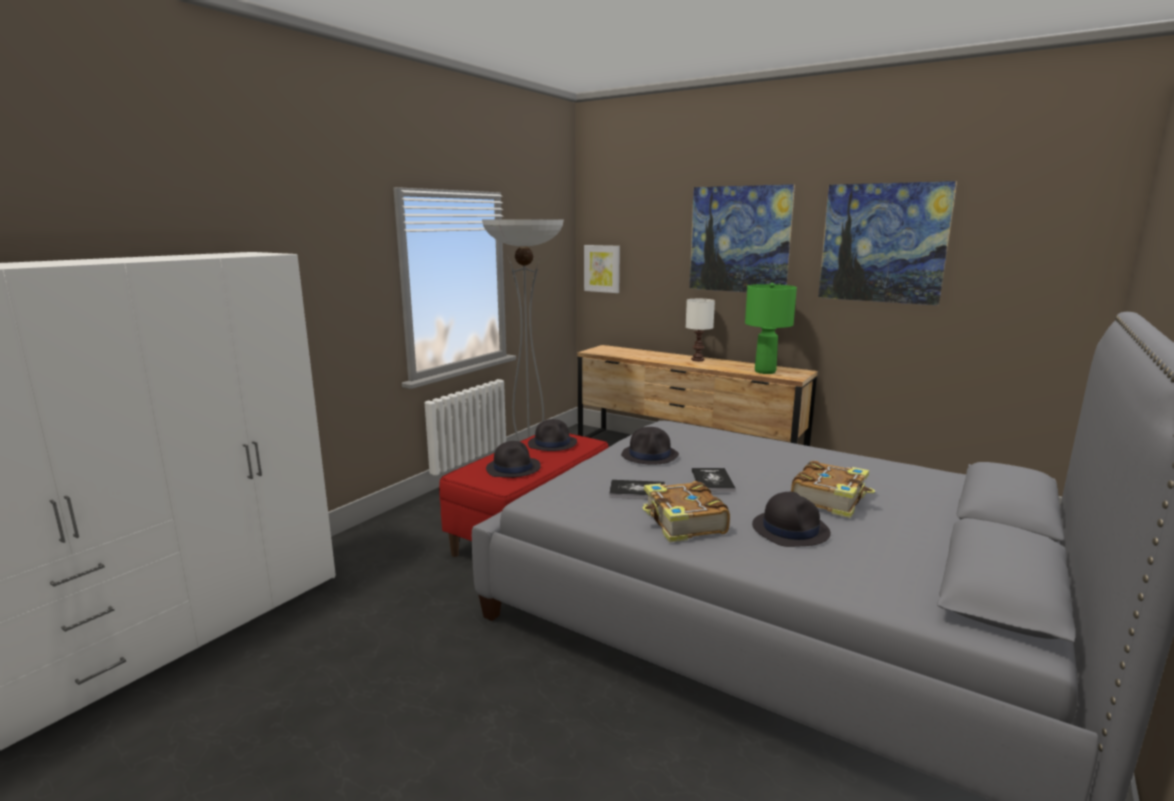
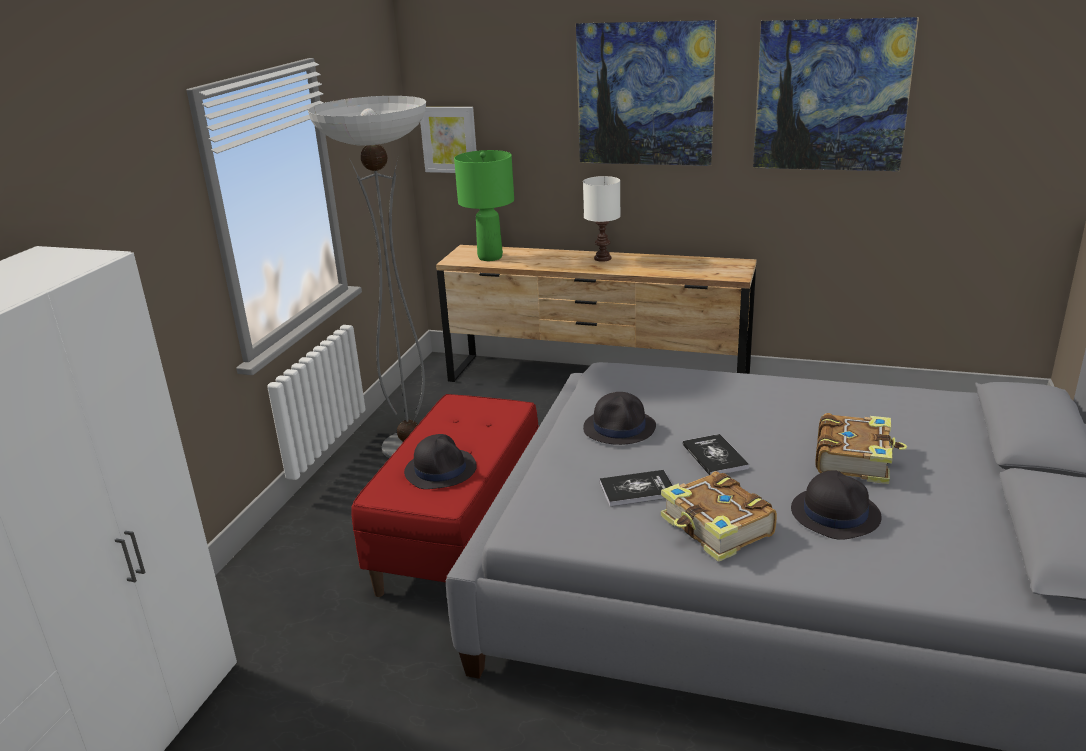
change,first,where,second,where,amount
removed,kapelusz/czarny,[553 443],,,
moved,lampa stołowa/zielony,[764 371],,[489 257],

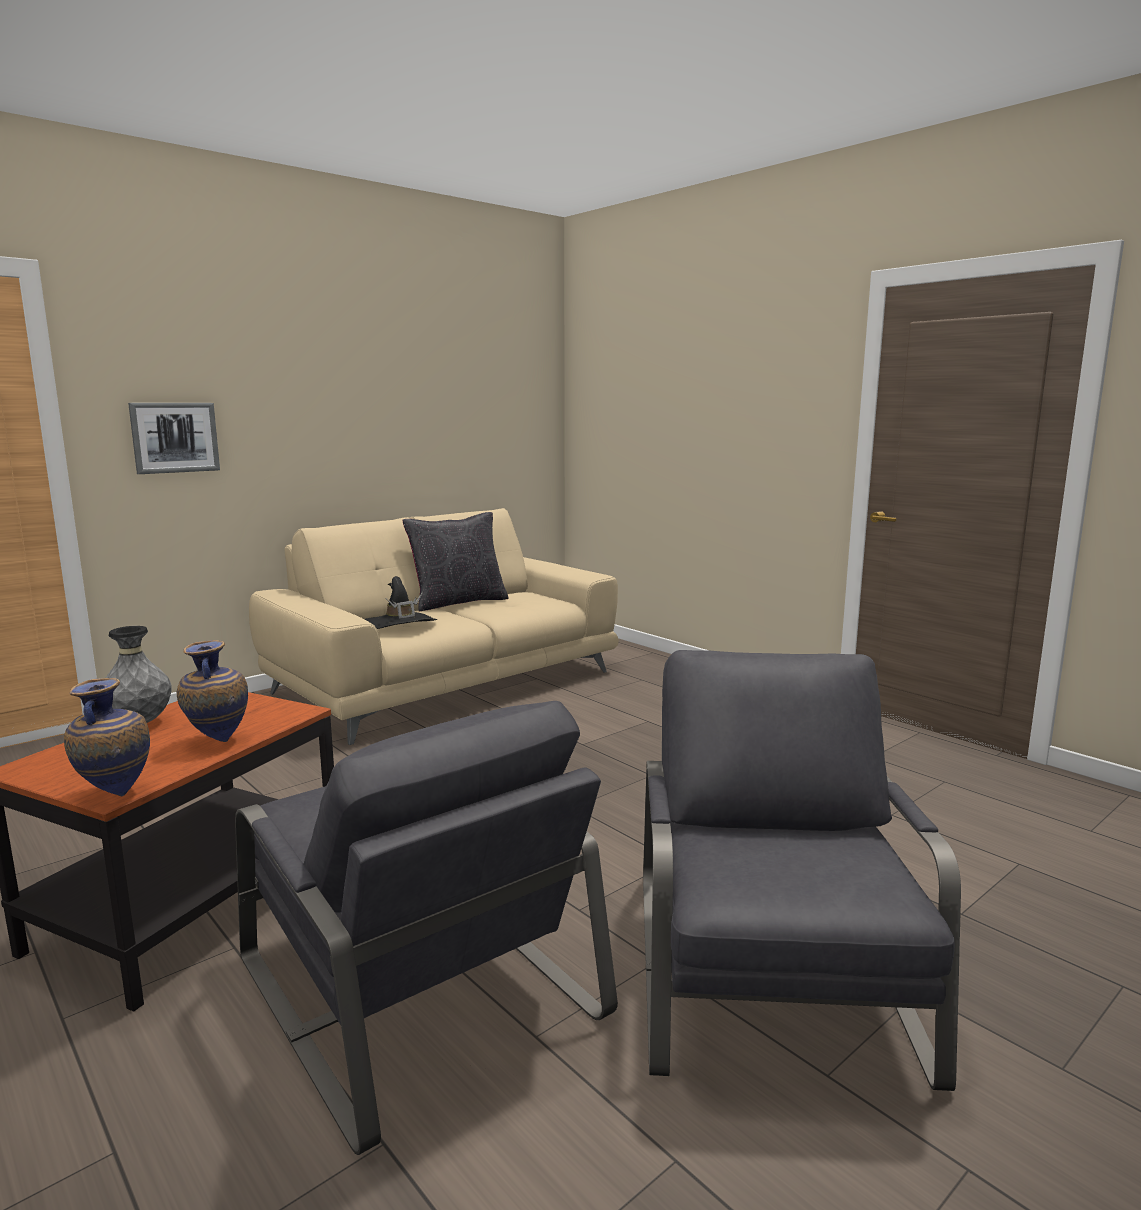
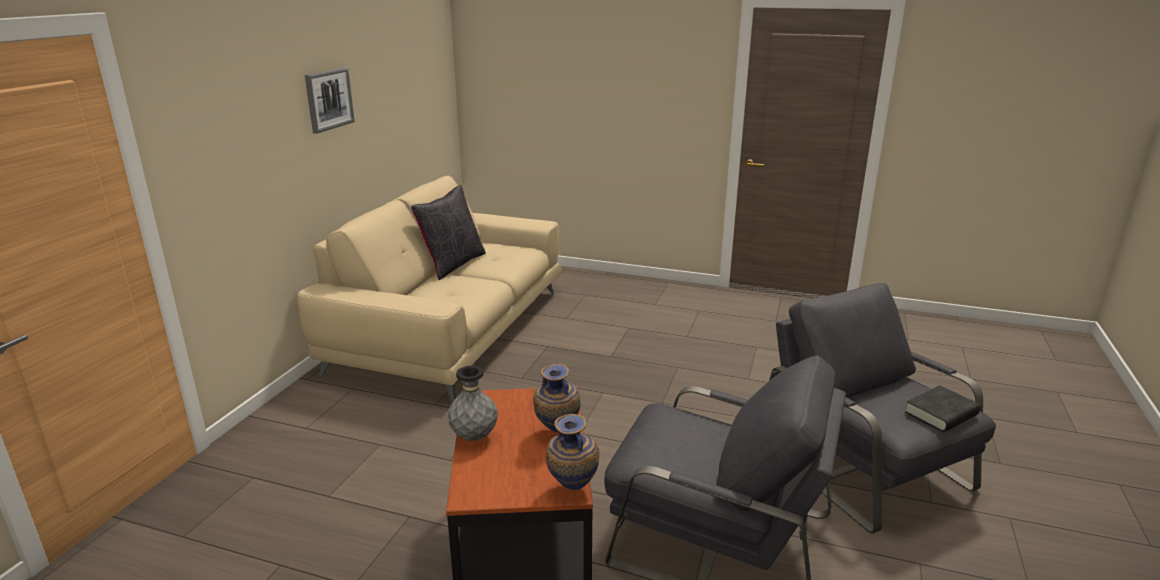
change,first,where,second,where,amount
moved,obraz,[175 437],,[329 99],
removed,kapelusz/czarny,[399 625],,,
added,,,książka/czarny,[941 414],

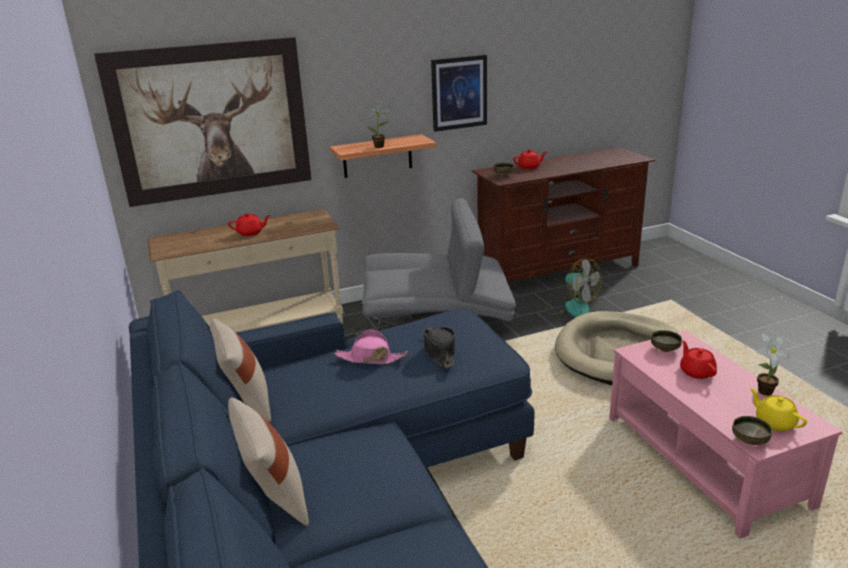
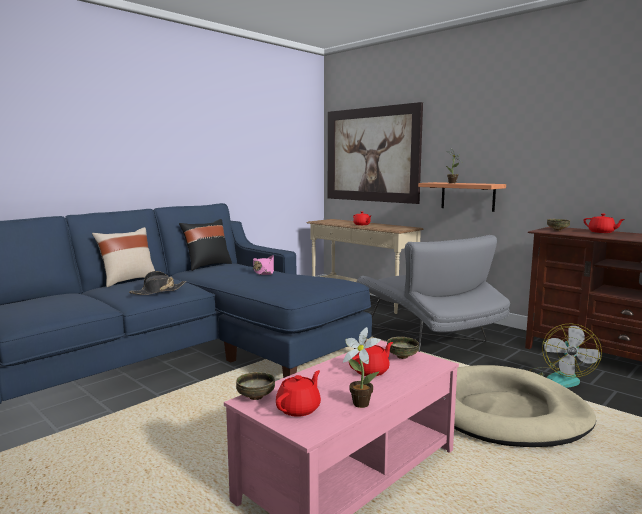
change,first,where,second,where,amount
recoloured,poduszka/beżowy,[245 403],poduszka/czarny,[207 266],
moved,kapelusz/czarny,[439 351],,[158 291],
removed,obraz,[459 93],,,
recoloured,imbryk/żółty,[774 422],imbryk/czerwony,[299 408],

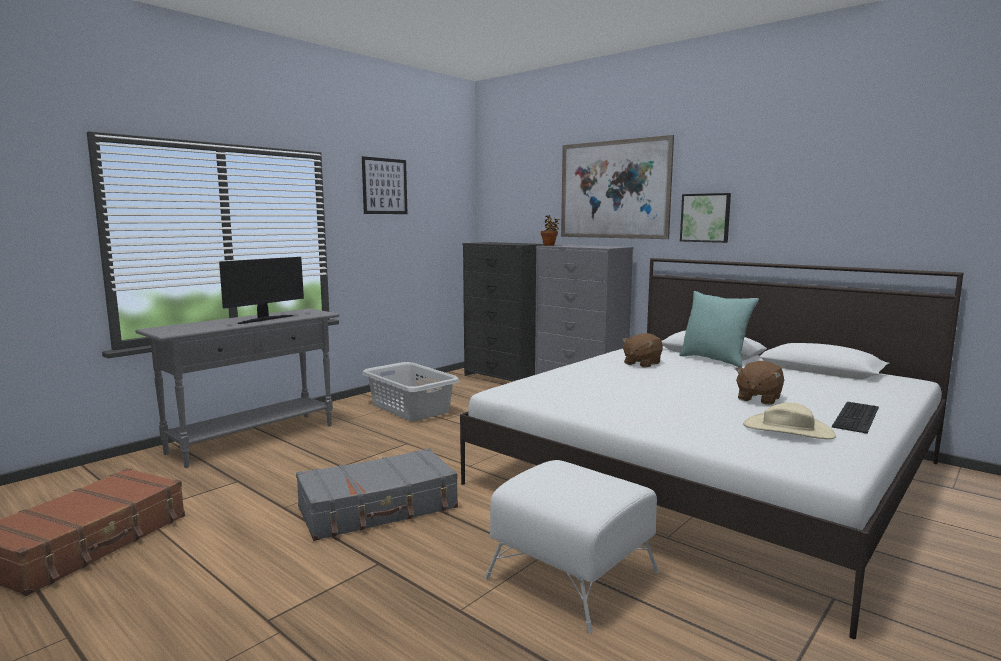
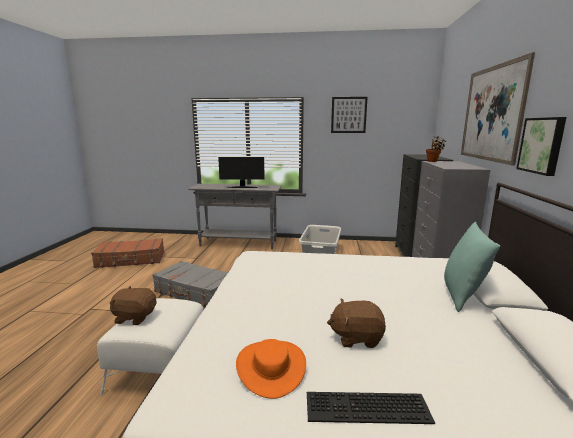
change,first,where,second,where,amount
moved,pluszak/brązowy,[641 363],,[135 317],
recoloured,kapelusz/beżowy,[788 430],kapelusz/pomarańczowy,[271 367],

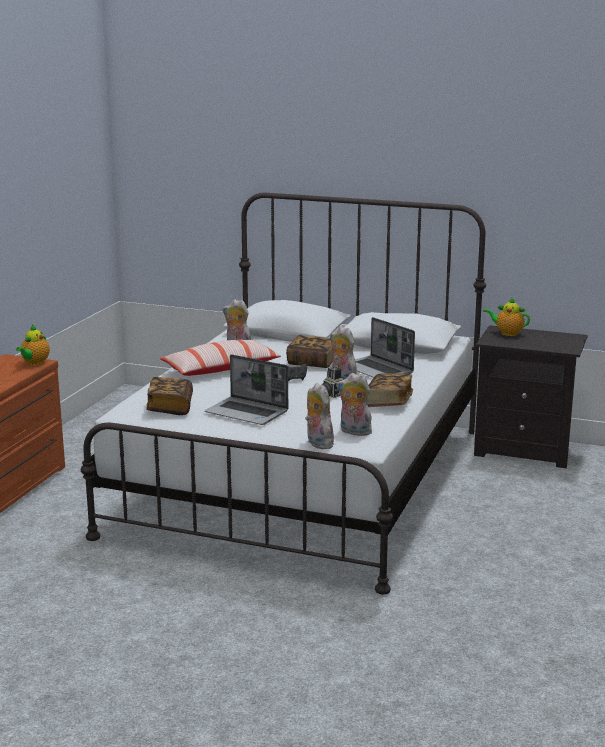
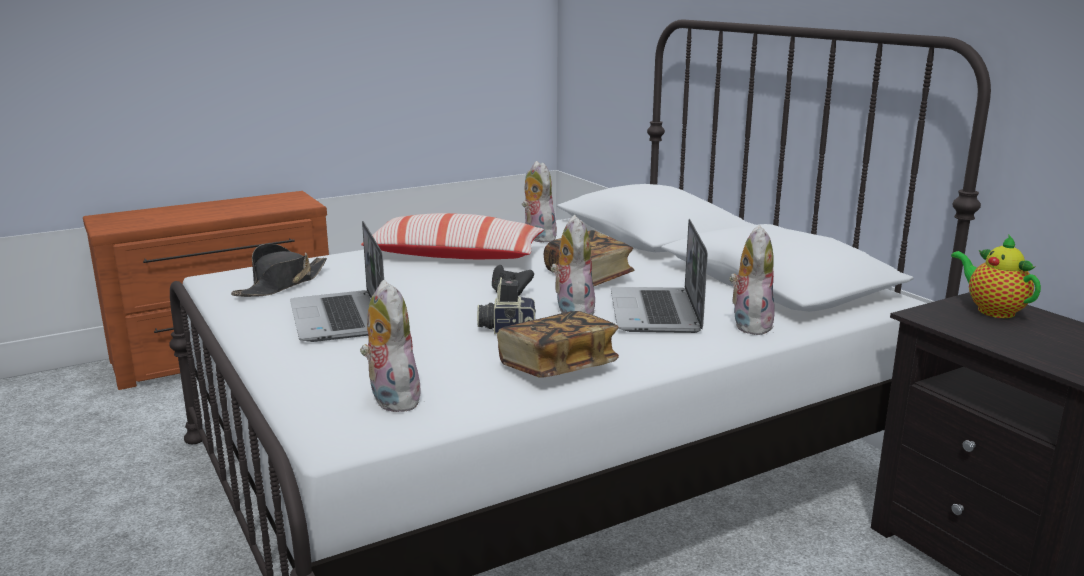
change,first,where,second,where,amount
removed,imbryk,[34 363],,,
replaced,książka,[170 407],kapelusz/czarny,[282 284],
moved,pluszak,[317 443],,[749 324],

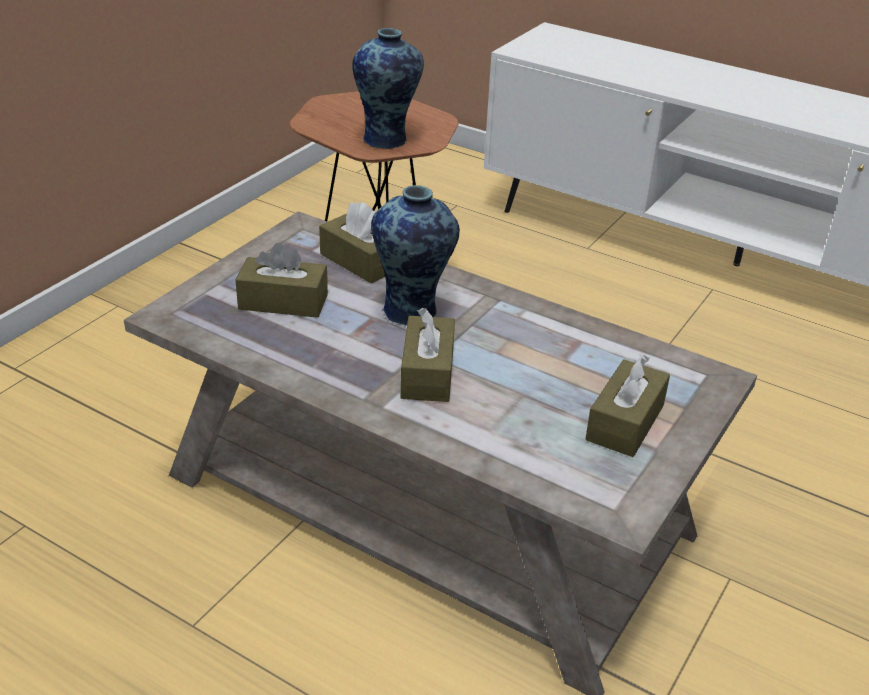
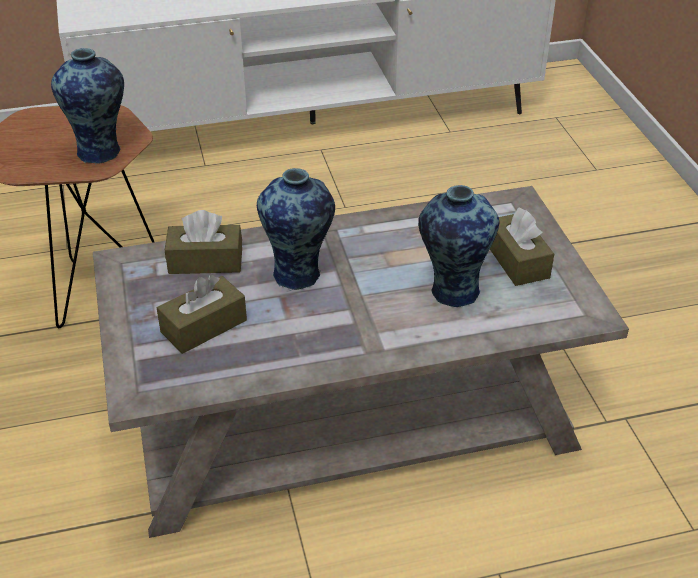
change,first,where,second,where,amount
removed,pudełko chusteczek/brązowy,[427 373],,,
added,,,wazon,[452 291],

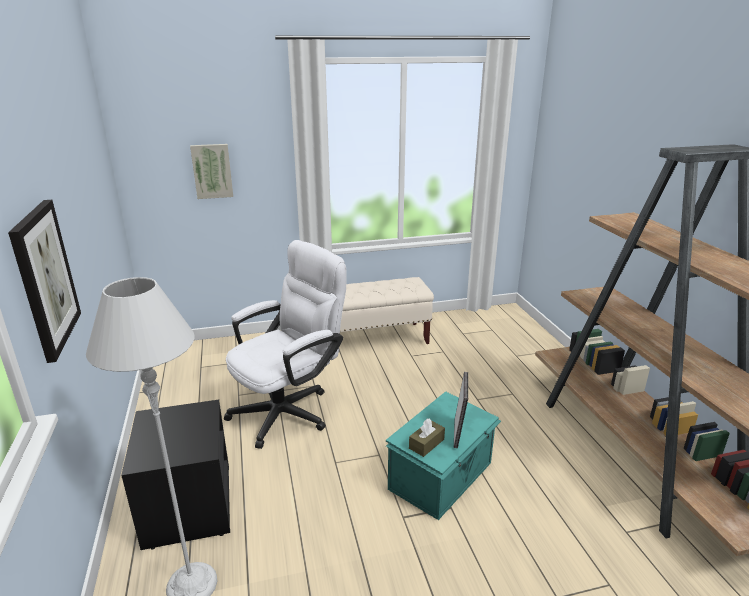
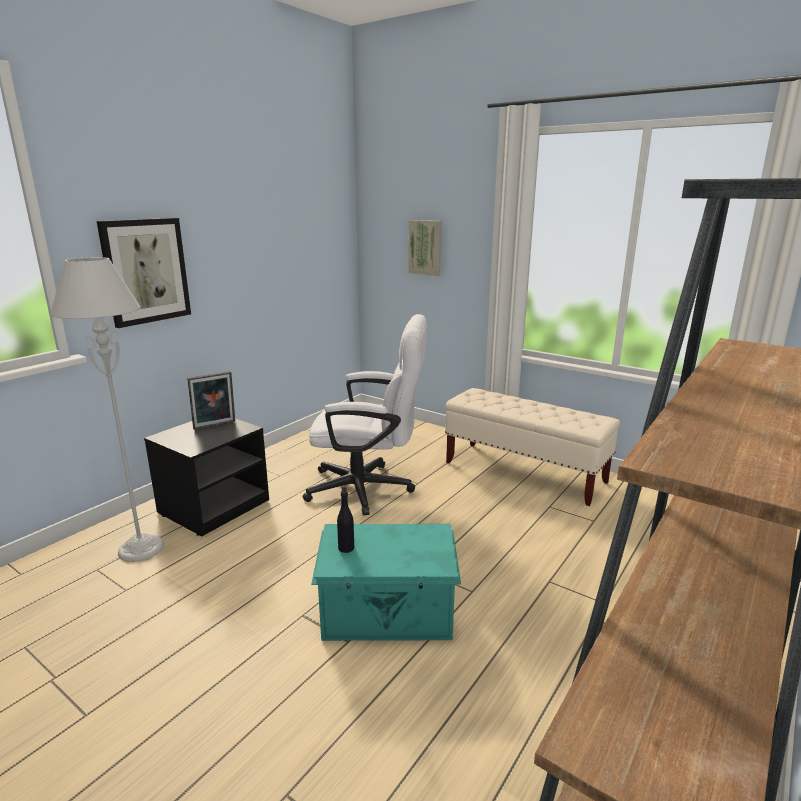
change,first,where,second,where,amount
replaced,pudełko chusteczek/brązowy,[426 444],butelka/czarny,[346 548],
moved,ramka na zdjęcie,[459 433],,[215 426],

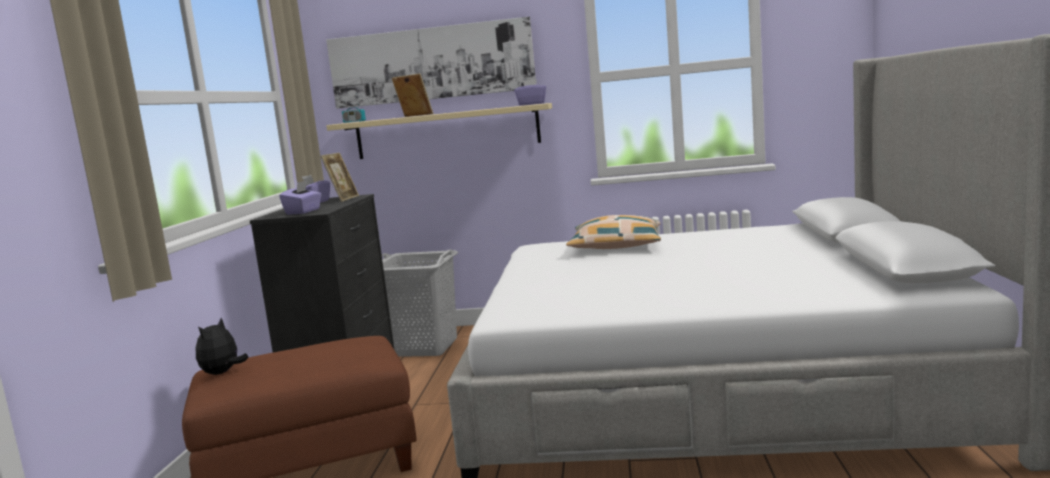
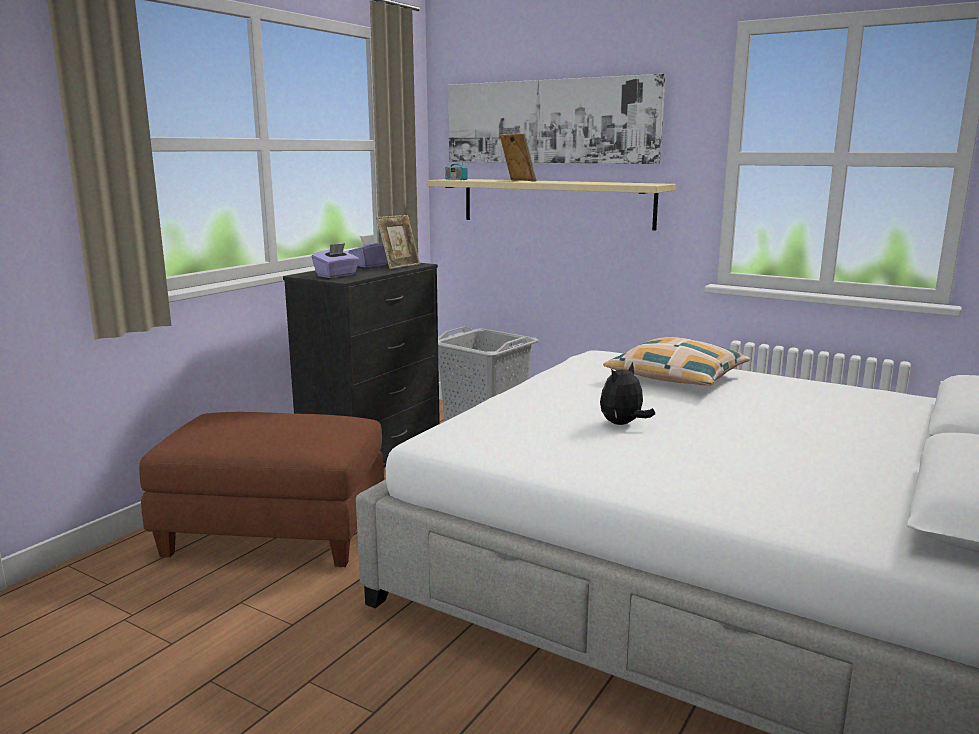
change,first,where,second,where,amount
moved,pluszak,[222 373],,[623 424],
removed,pudełko chusteczek/fioletowy,[531 104],,,

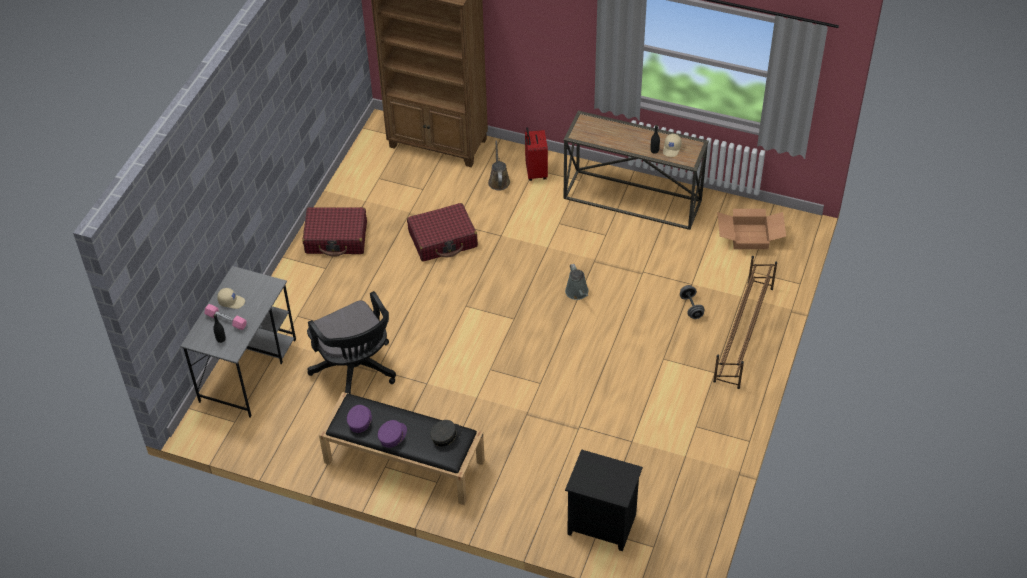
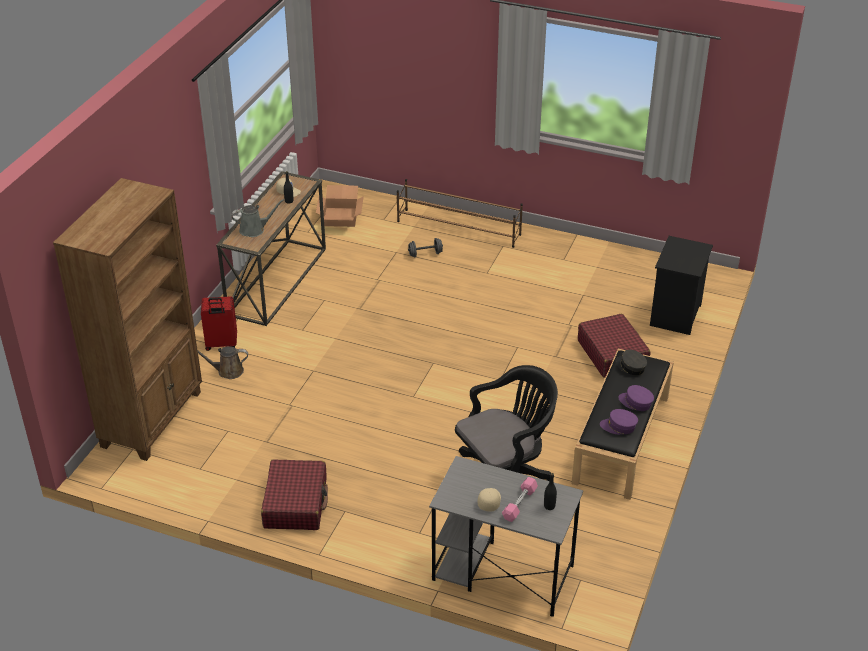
change,first,where,second,where,amount
moved,walizka/czerwony,[443 239],,[612 354],
moved,konewka/szary,[577 293],,[254 229],

